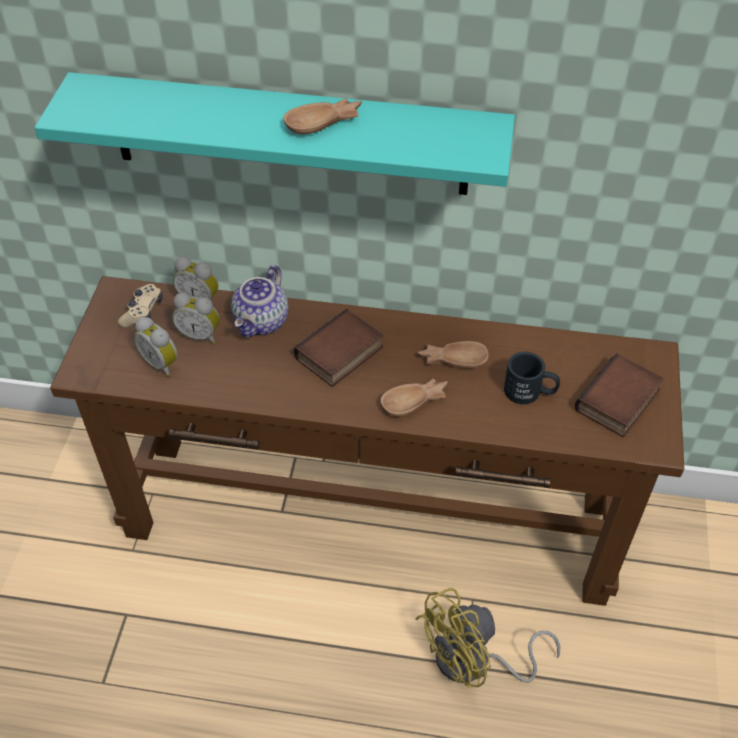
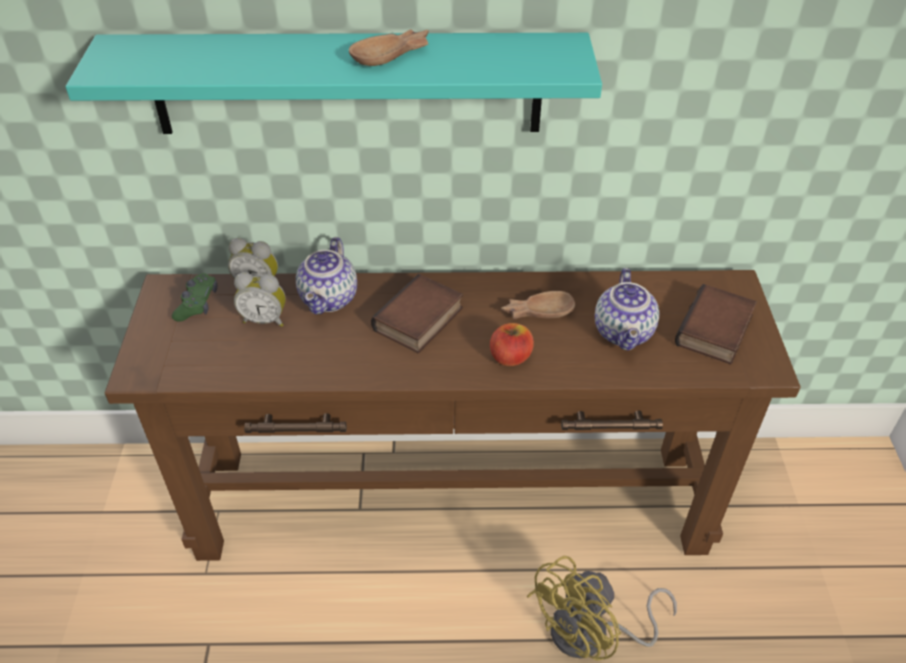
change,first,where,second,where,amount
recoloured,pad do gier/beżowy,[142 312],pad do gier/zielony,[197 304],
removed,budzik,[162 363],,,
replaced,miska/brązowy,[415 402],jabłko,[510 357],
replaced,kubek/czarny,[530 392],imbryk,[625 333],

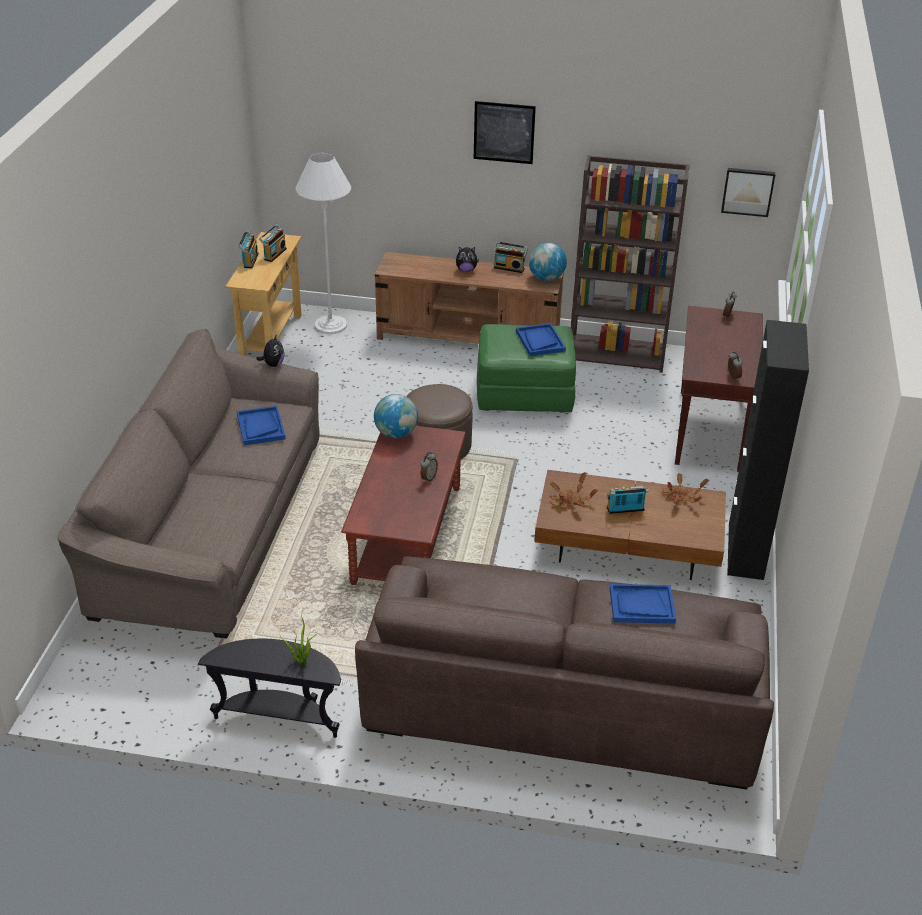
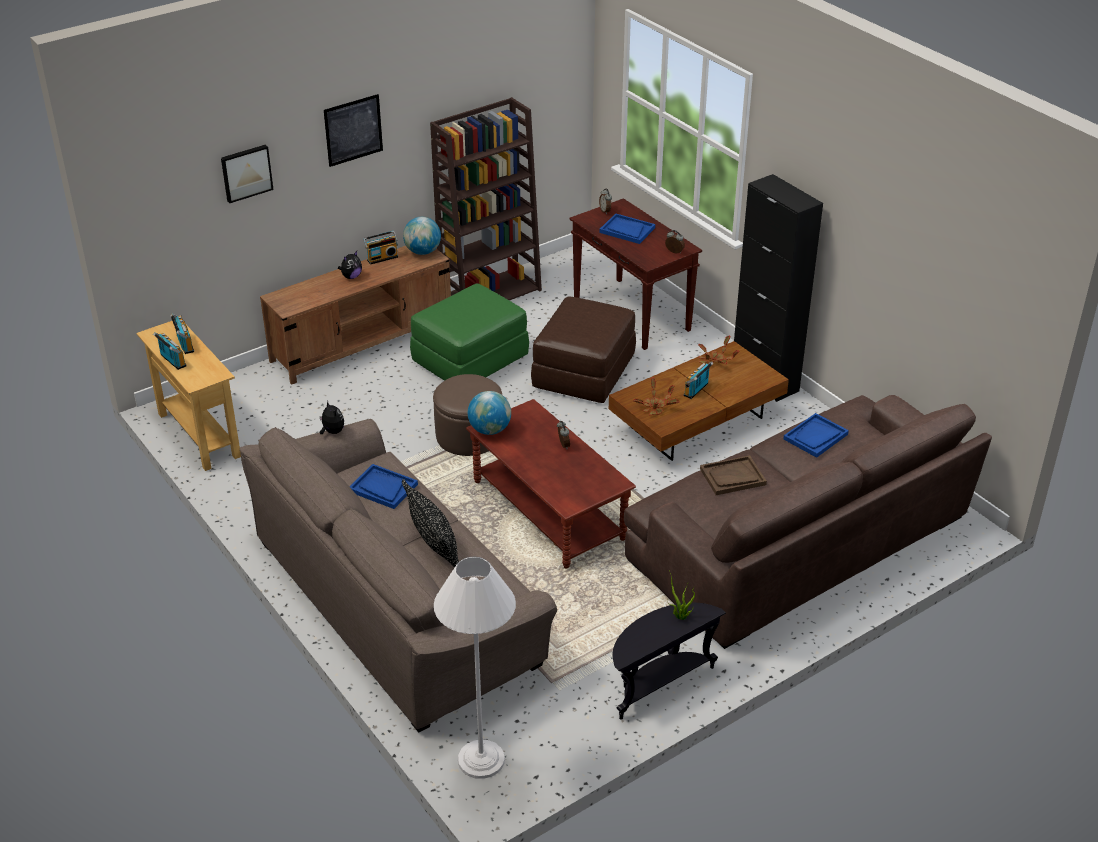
change,first,where,second,where,amount
moved,lampa stojąca/biały,[330 325],,[481 759],
moved,taca/niebieski,[540 341],,[627 230],
moved,obraz,[747 191],,[246 172],
added,,,poduszka/czarny,[434 545],
added,,,pufa/brązowy,[584 373],
added,,,taca/brązowy,[732 477],

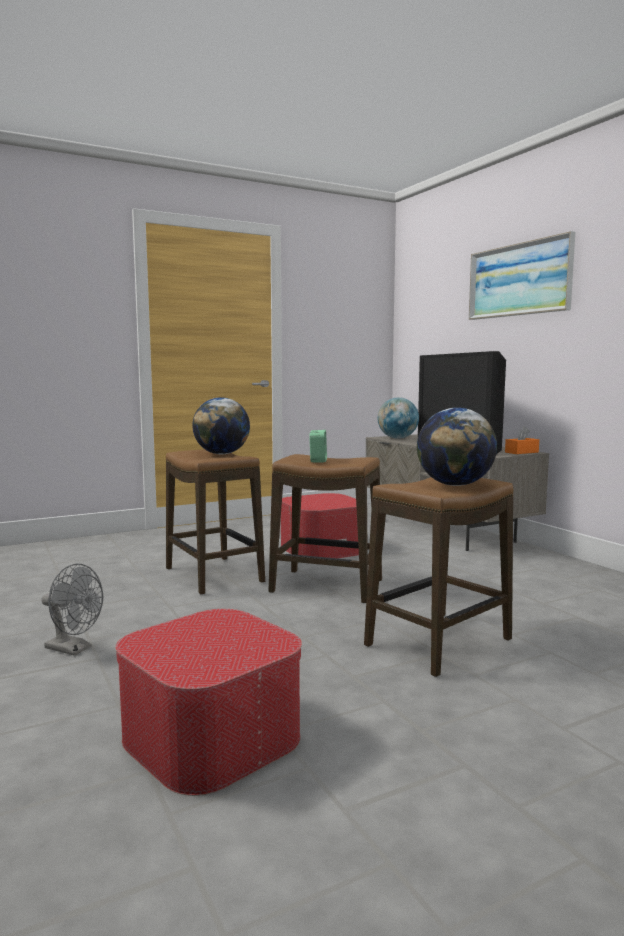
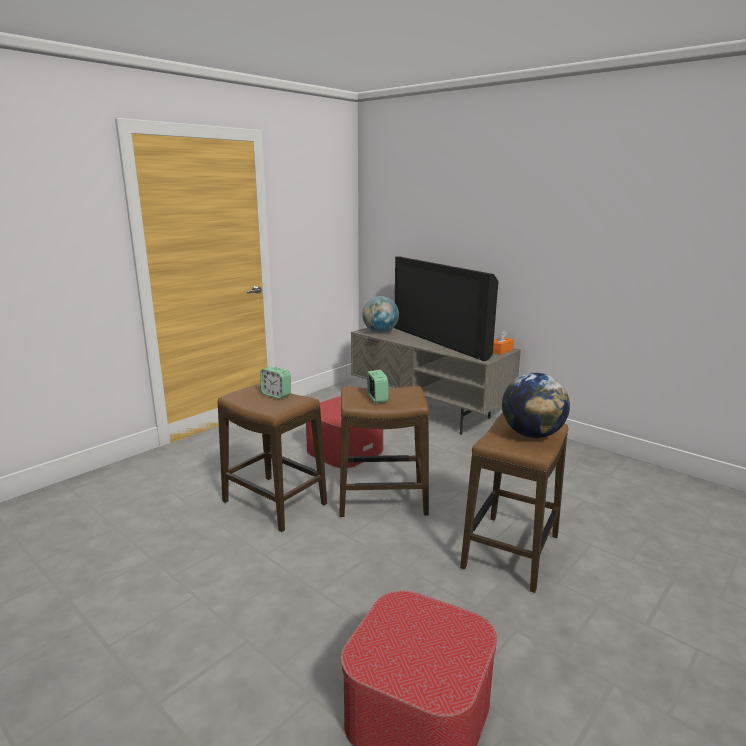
change,first,where,second,where,amount
removed,wentylator/szary,[74 649],,,
replaced,globus,[222 454],budzik,[276 394],
removed,obraz,[519 280],,,

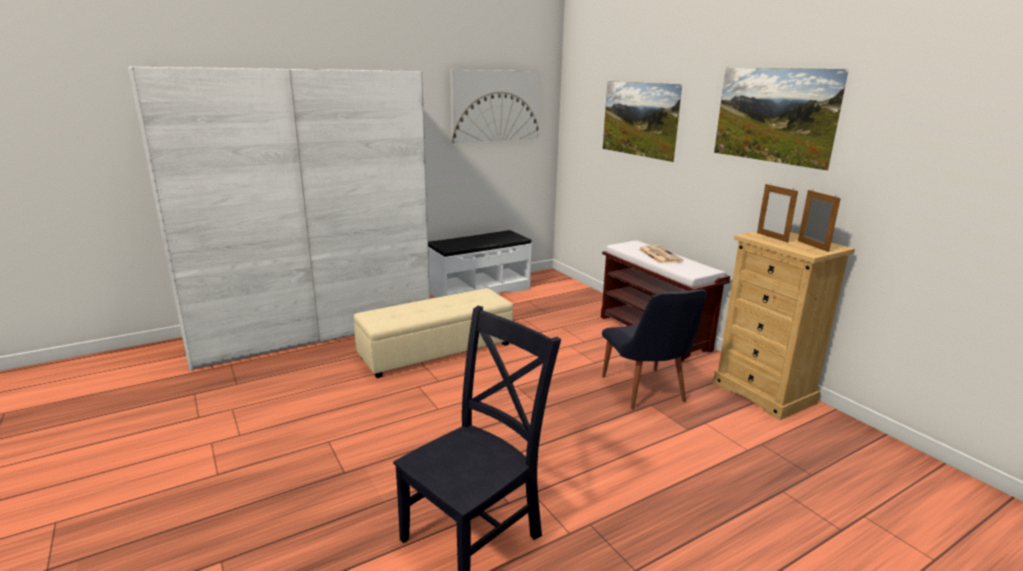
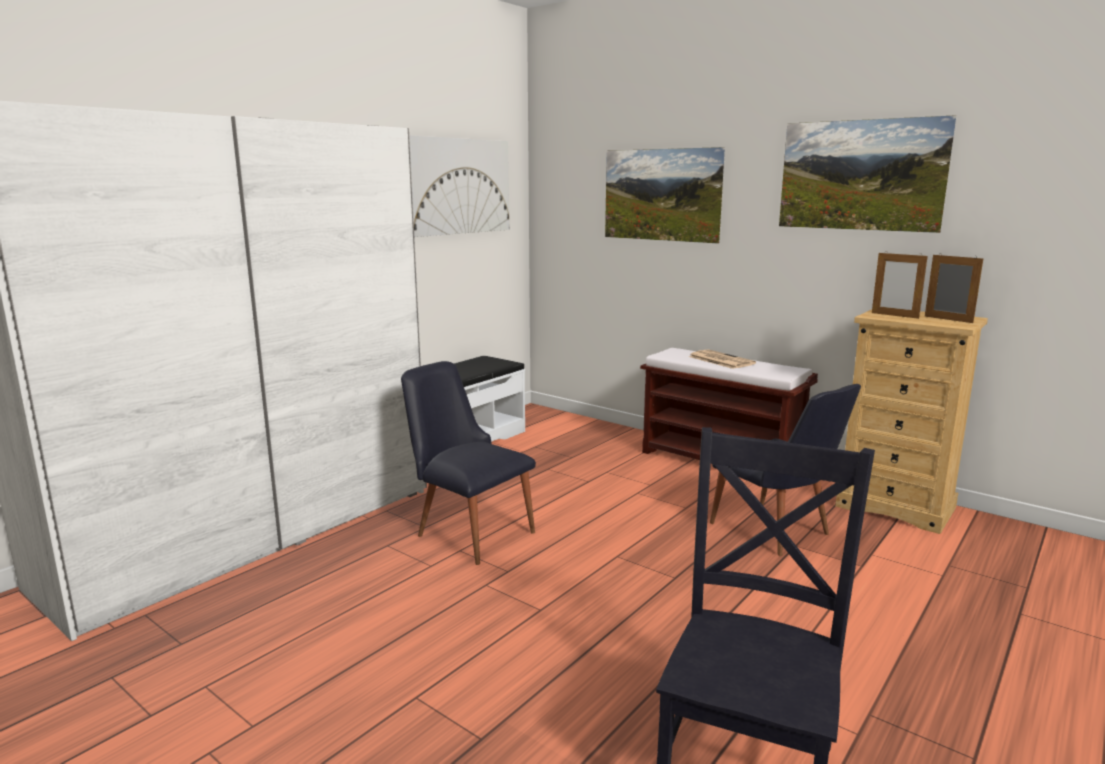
change,first,where,second,where,amount
replaced,pufa/beżowy,[436 350],krzesło/czarny,[468 530],

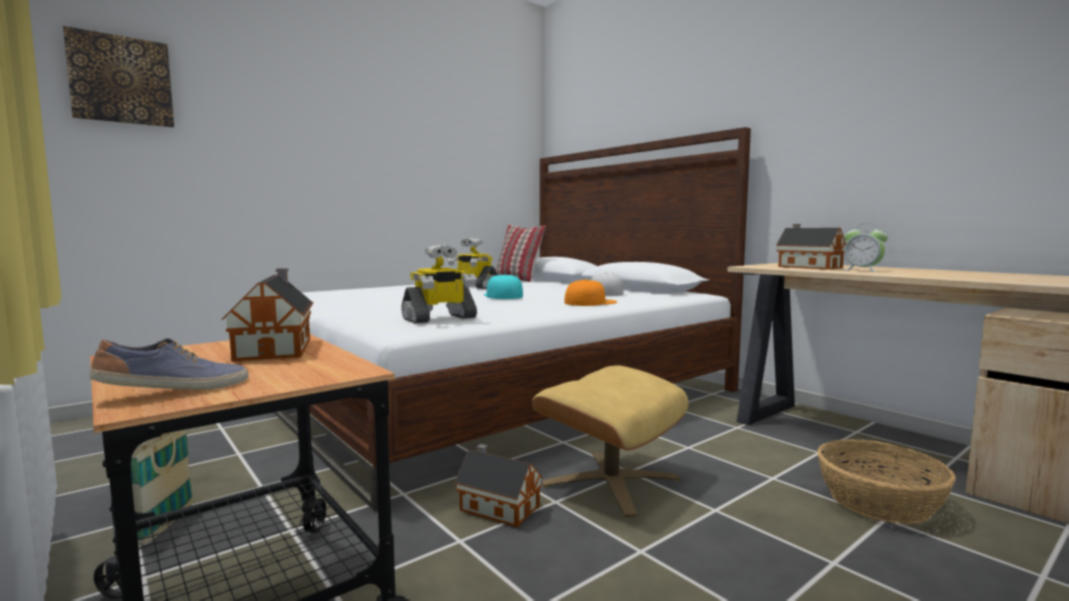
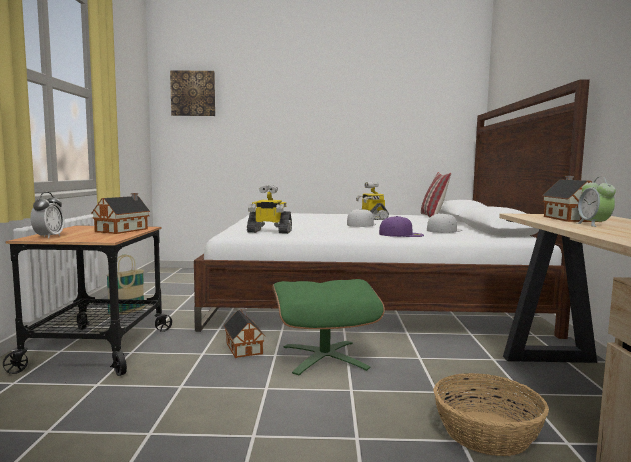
change,first,where,second,where,amount
replaced,but,[176 391],budzik,[49 237],
recoloured,czapka z daszkiem/turkusowy,[502 295],czapka z daszkiem/biały,[361 224],
recoloured,pufa/beżowy,[610 481],pufa/zielony,[324 357],
recoloured,czapka z daszkiem/pomarańczowy,[590 302],czapka z daszkiem/fioletowy,[401 234],

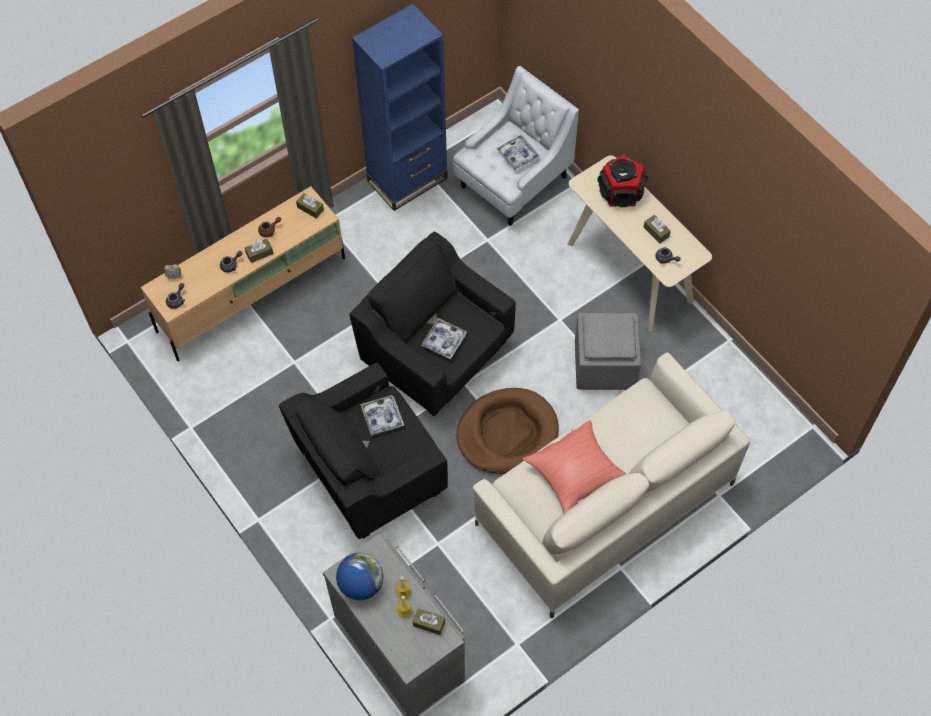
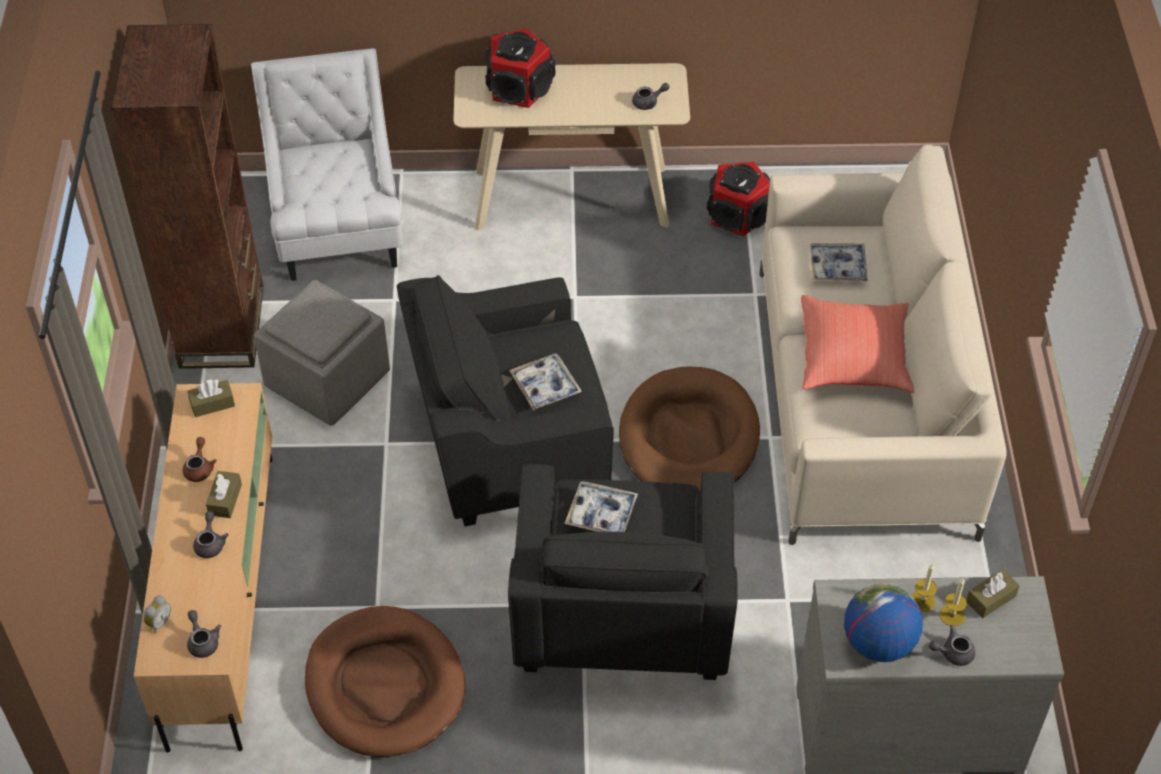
change,first,where,second,where,amount
recoloured,regał/niebieski,[407 179],regał/brązowy,[222 326],
moved,taca,[518 155],,[837 267],
moved,pufa/szary,[605 364],,[327 379],
removed,pudełko chusteczek/brązowy,[656 232],,,
added,,,legowisko/brązowy,[385 685],
added,,,głośnik,[738 215],
added,,,imbryk/szary,[952 653],

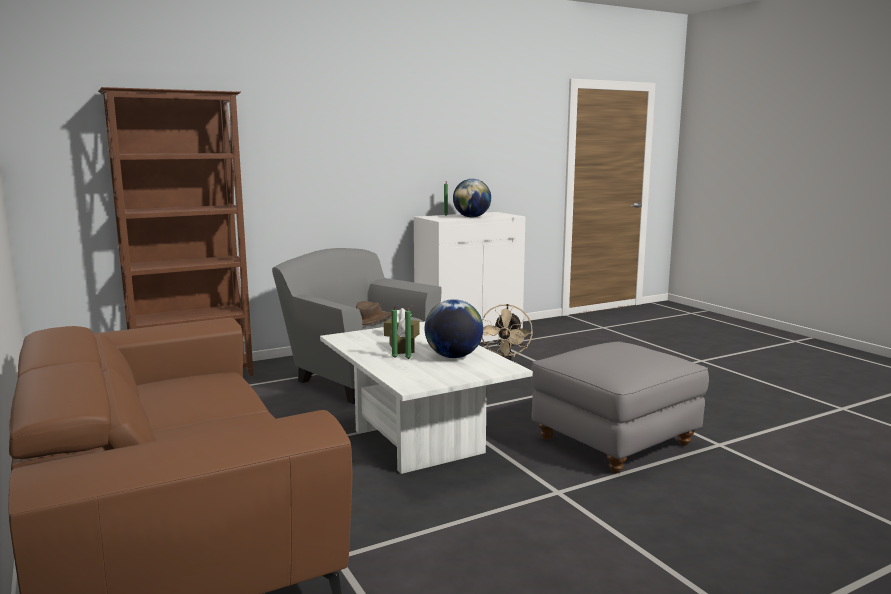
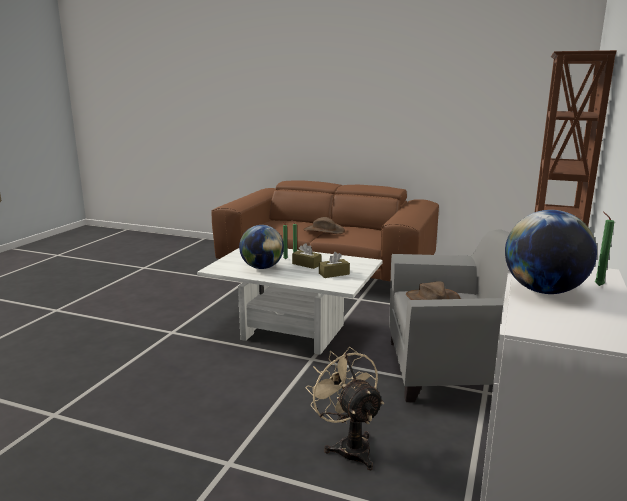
change,first,where,second,where,amount
removed,pufa/szary,[614 441],,,
added,,,kapelusz/brązowy,[323 231],

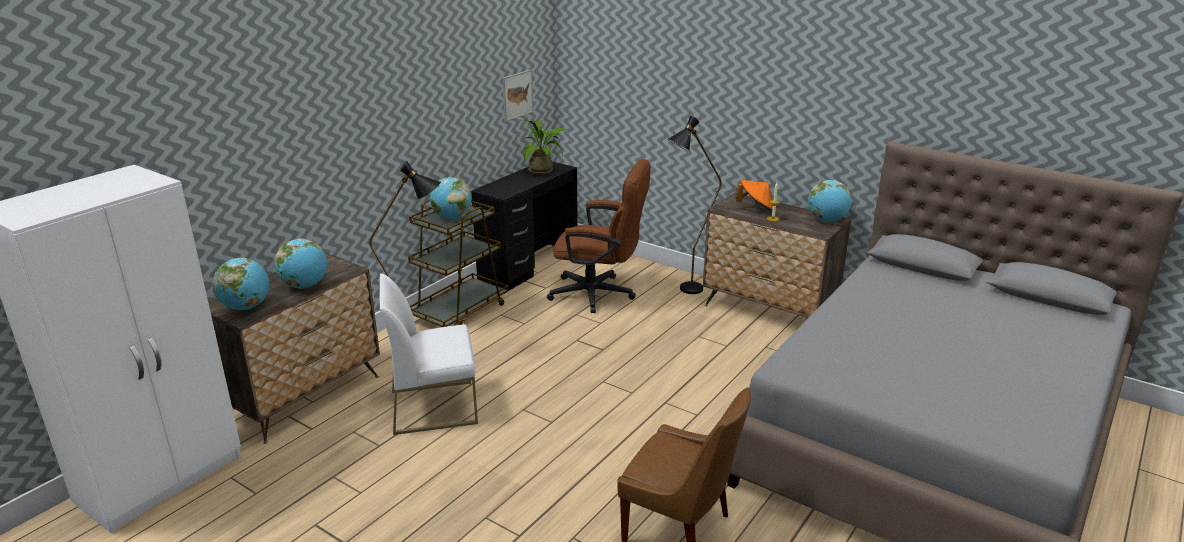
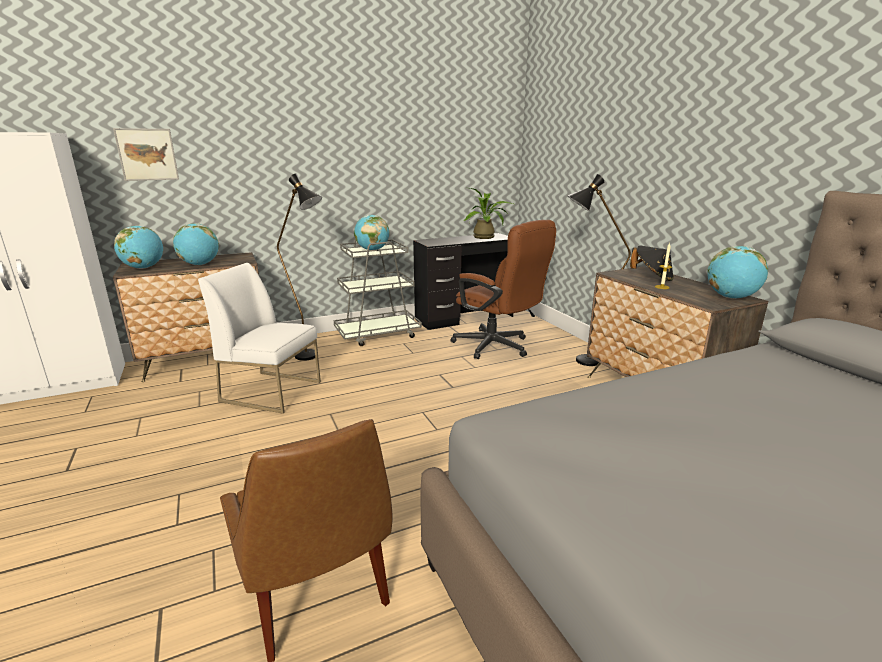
change,first,where,second,where,amount
recoloured,wózek/brązowy,[460 311],wózek/szary,[378 334],
moved,obraz,[517 95],,[147 154],
recoloured,kapelusz/pomarańczowy,[755 207],kapelusz/czarny,[652 277],

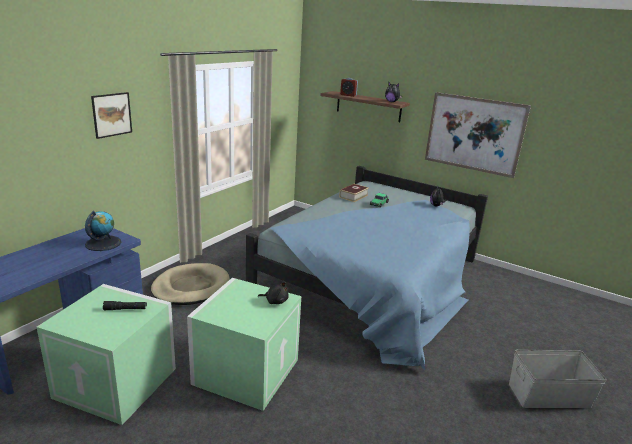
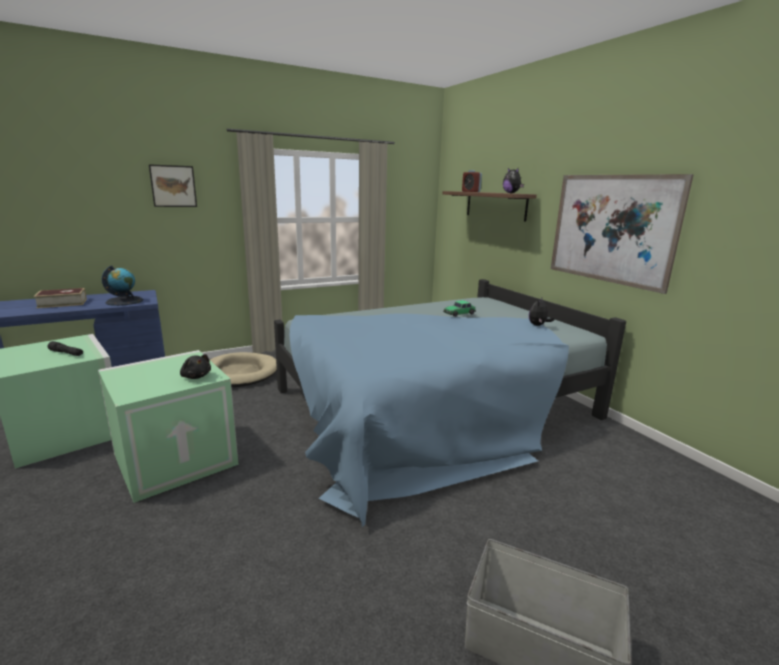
change,first,where,second,where,amount
moved,książka,[353 196],,[62 303],

